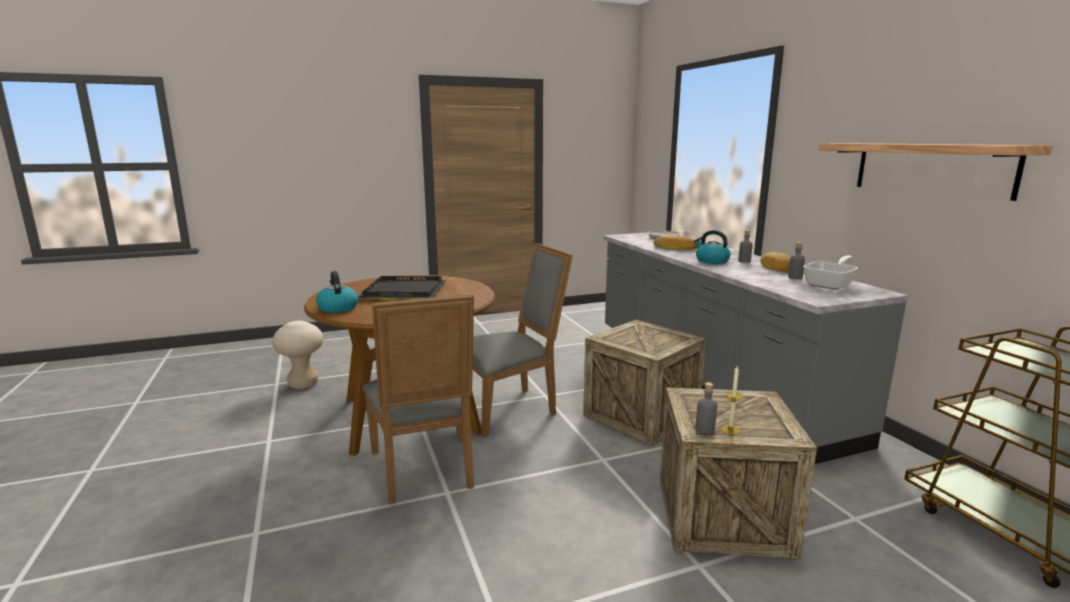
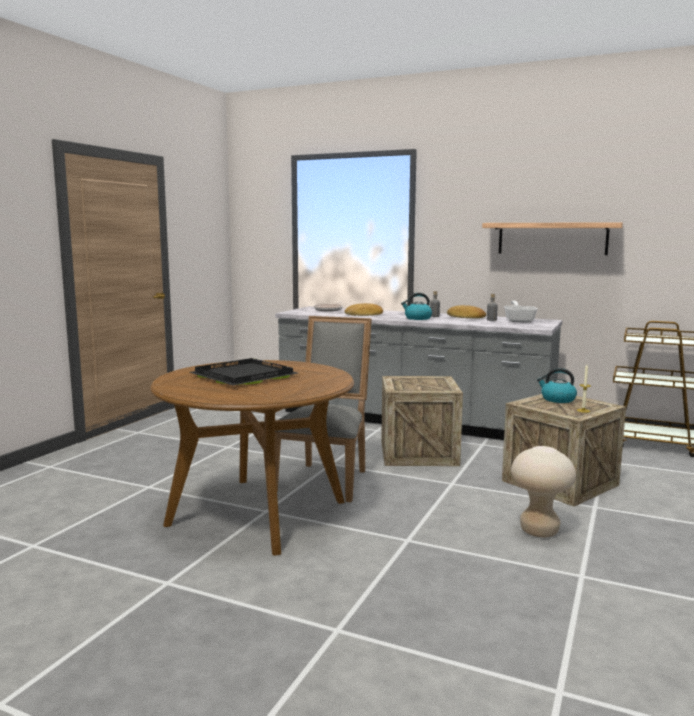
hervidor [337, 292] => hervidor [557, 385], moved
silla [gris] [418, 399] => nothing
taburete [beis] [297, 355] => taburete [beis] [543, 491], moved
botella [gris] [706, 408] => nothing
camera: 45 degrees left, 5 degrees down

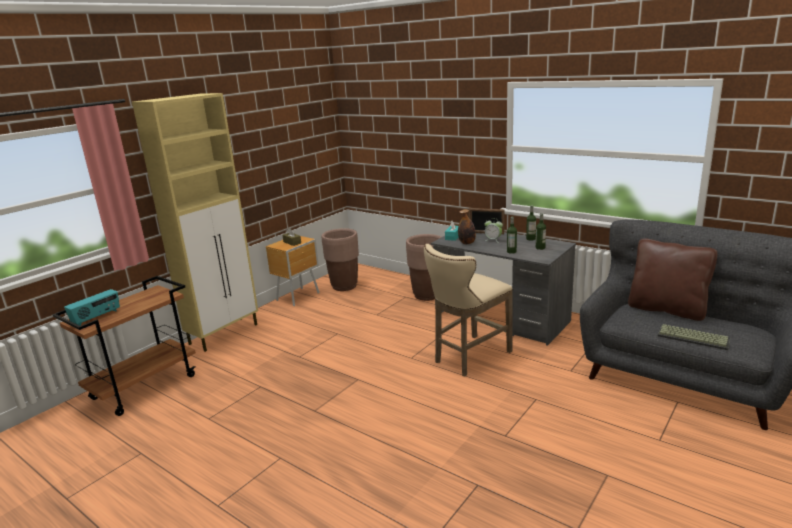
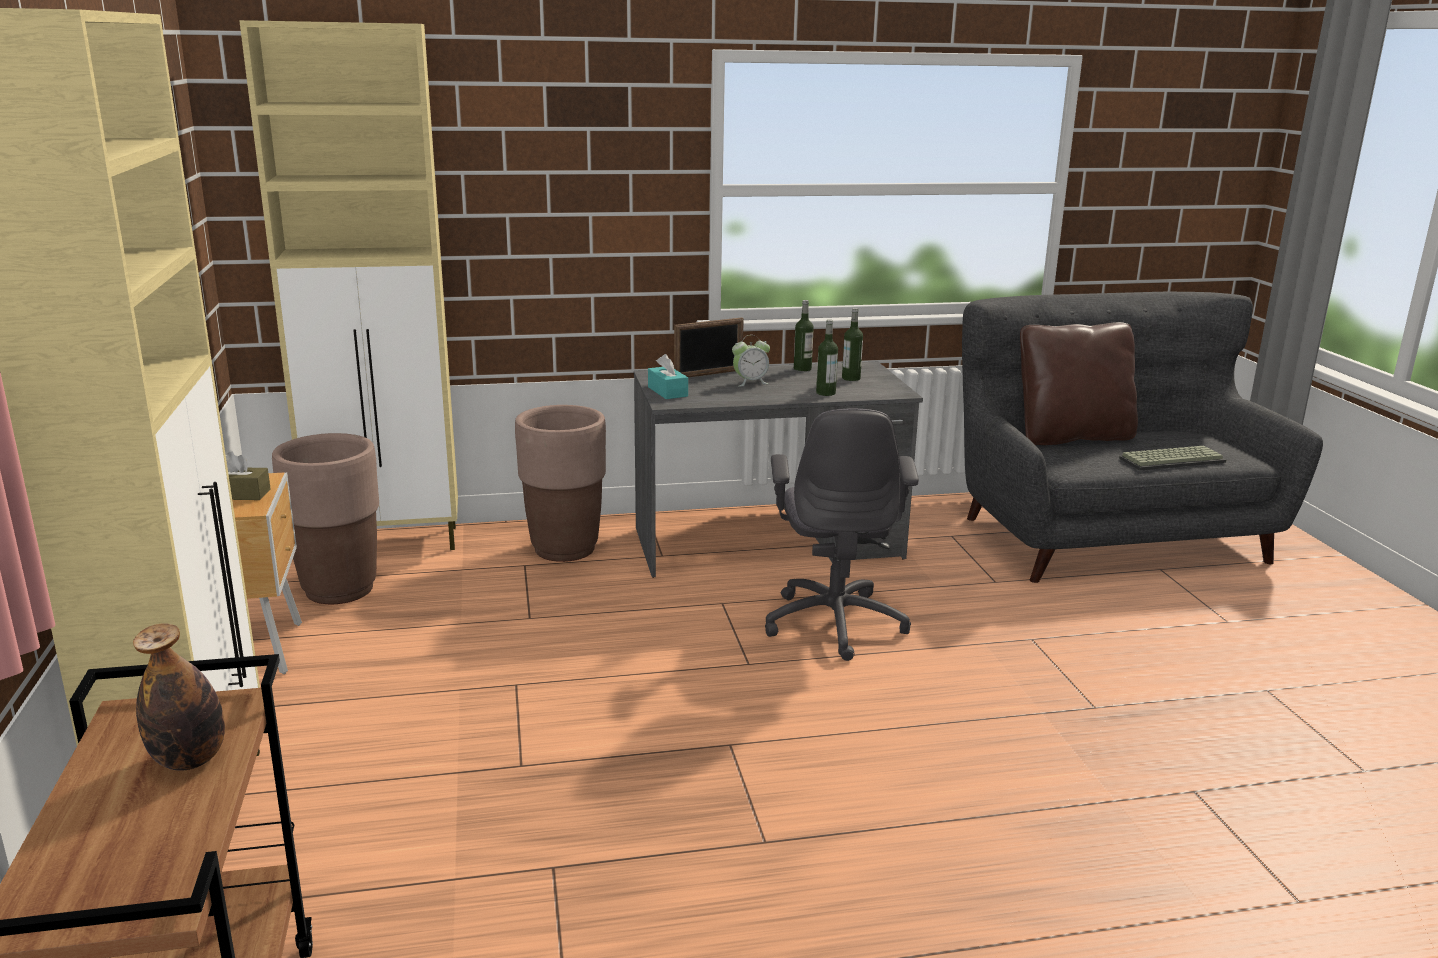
botella [467, 226] => botella [179, 696], moved
taburete [beis] [468, 310] => silla de oficina [gris] [842, 535]
radio [92, 307] => nothing
nothing => armario [beis] [348, 285]
camera: 50 degrees left, 0 degrees up

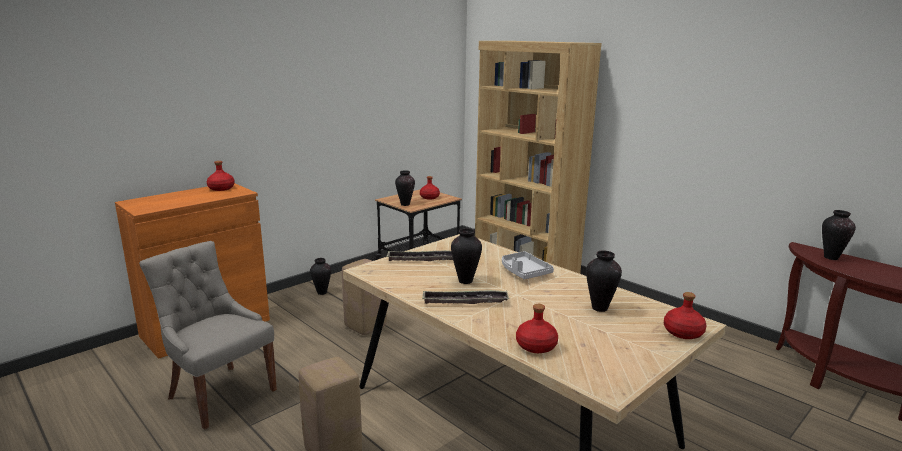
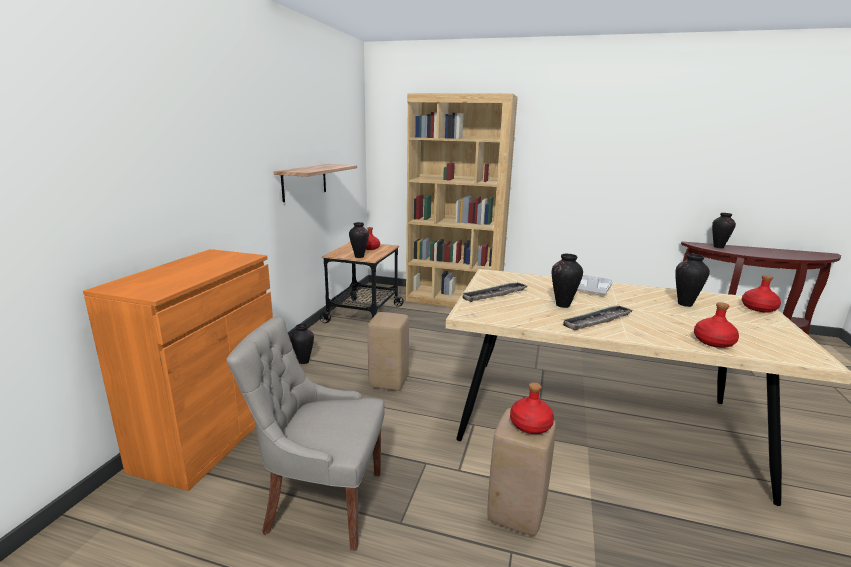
botella [rojo] [221, 176] => botella [rojo] [532, 408], moved
nothing => estante [315, 183]
camera: 30 degrees left, 0 degrees up

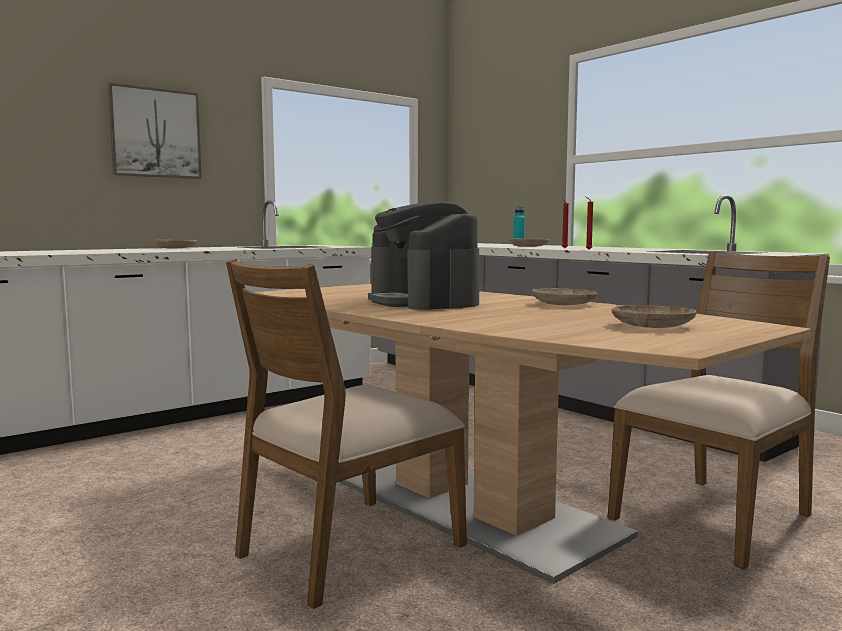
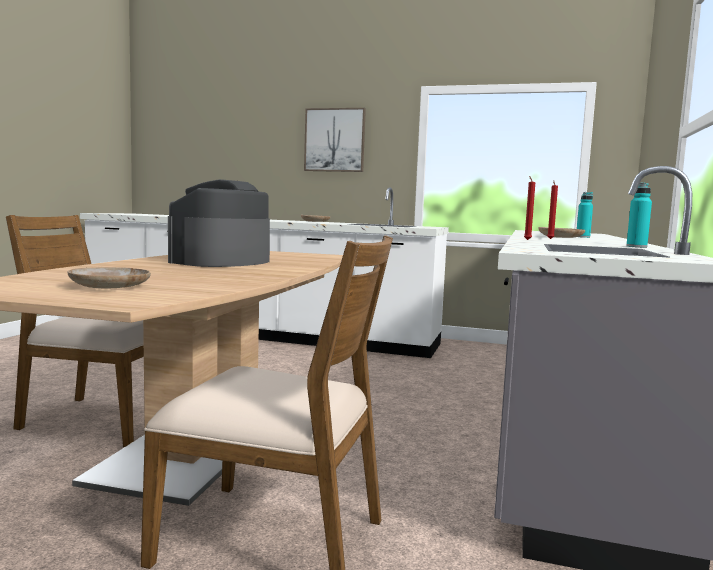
plato [beis] [564, 296] => nothing
nothing => botella [turquesa] [639, 215]
camera: 55 degrees right, 0 degrees up

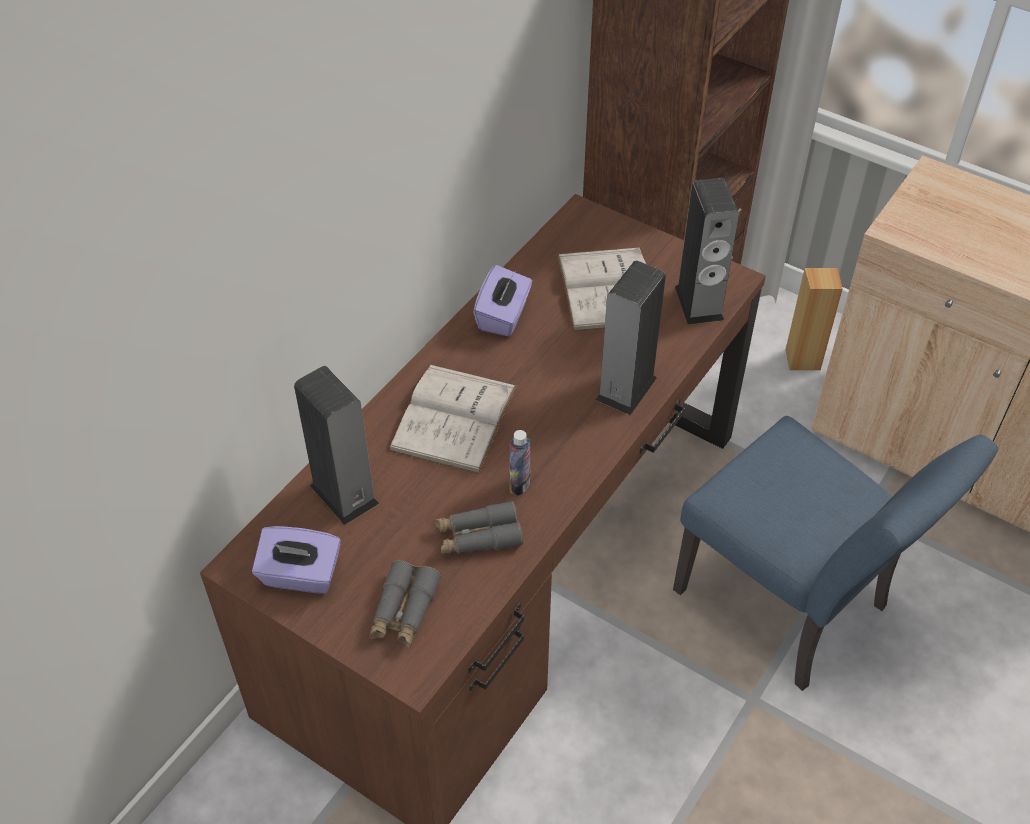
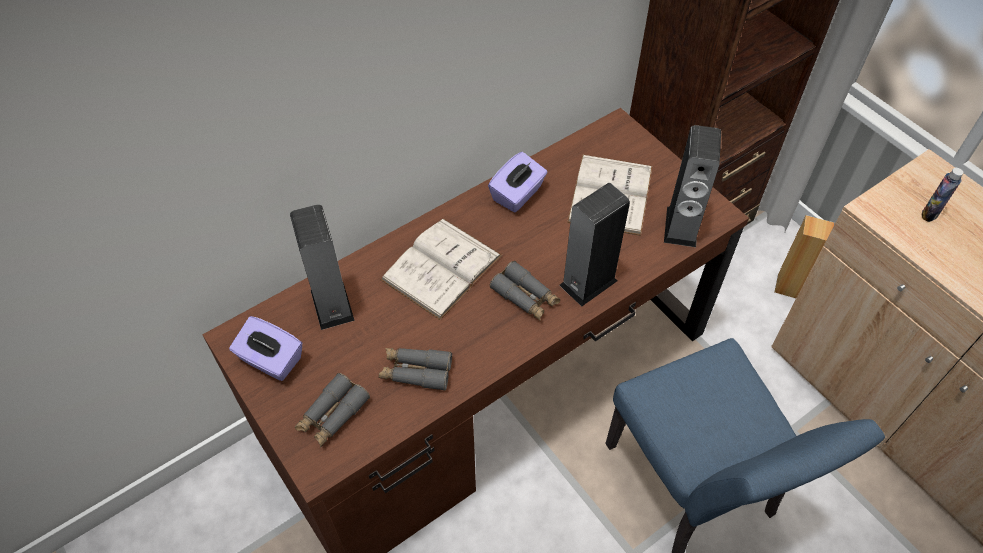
botella [520, 463] => botella [943, 195], moved
nothing => prismáticos [gris] [525, 291]
camera: 20 degrees right, 5 degrees up

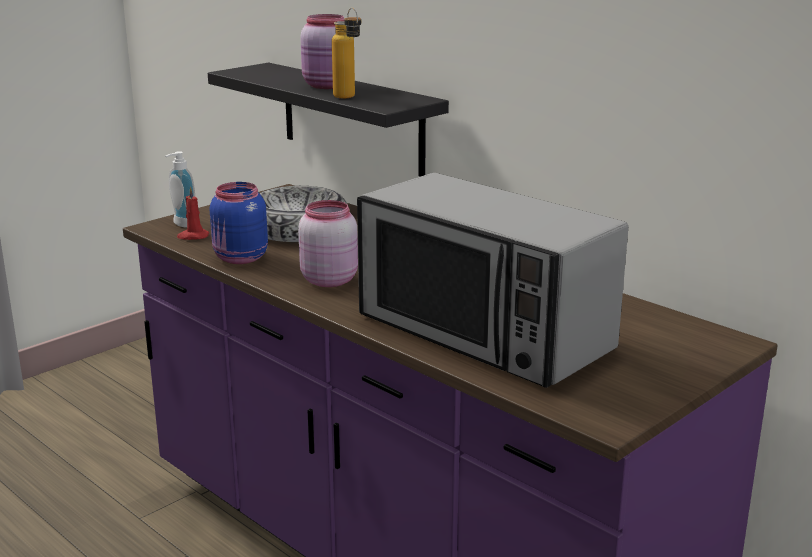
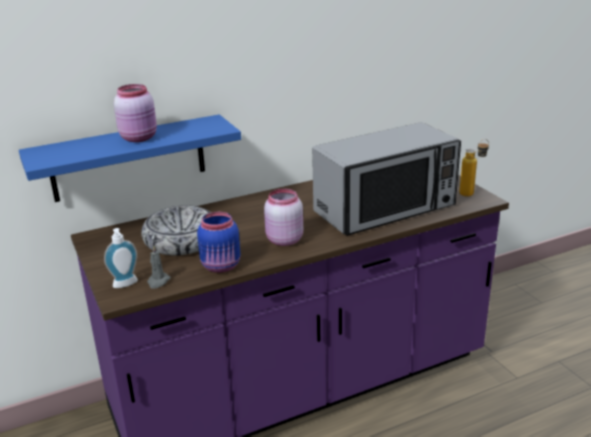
botella [346, 53] => botella [474, 167], moved
estante [negro] [328, 119] => estante [azul] [130, 158]
vela [rojo] [193, 213] => vela [gris] [159, 267]
camera: 70 degrees left, 5 degrees up

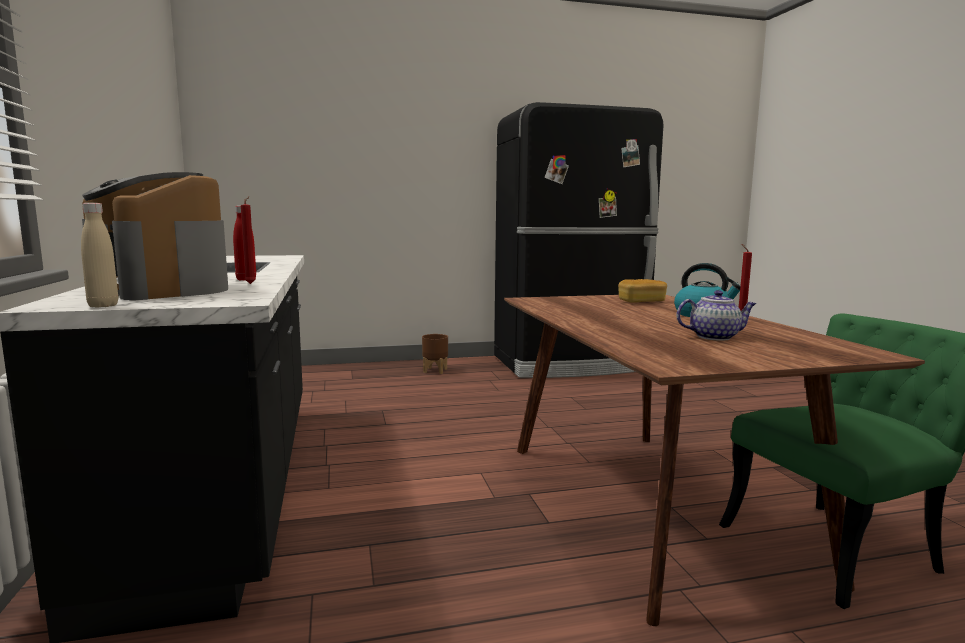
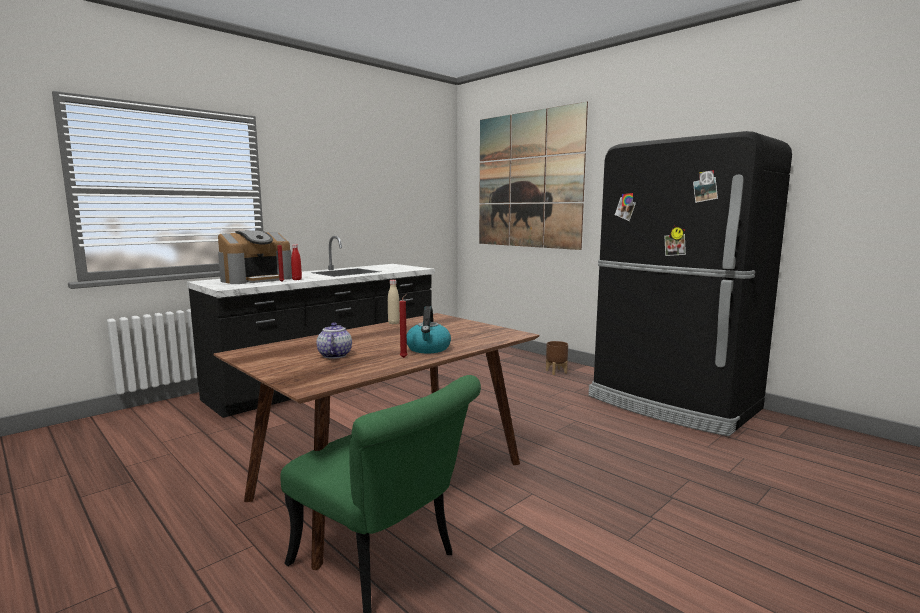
cafetera [155, 236] => cafetera [255, 257], 150 degrees counterclockwise
botella [beis] [99, 255] => botella [beis] [394, 302], moved
pan [642, 291] => nothing
tetera [716, 315] => tetera [334, 340], 150 degrees counterclockwise
nothing => cuadro [533, 176]
camera: 60 degrees right, 0 degrees up

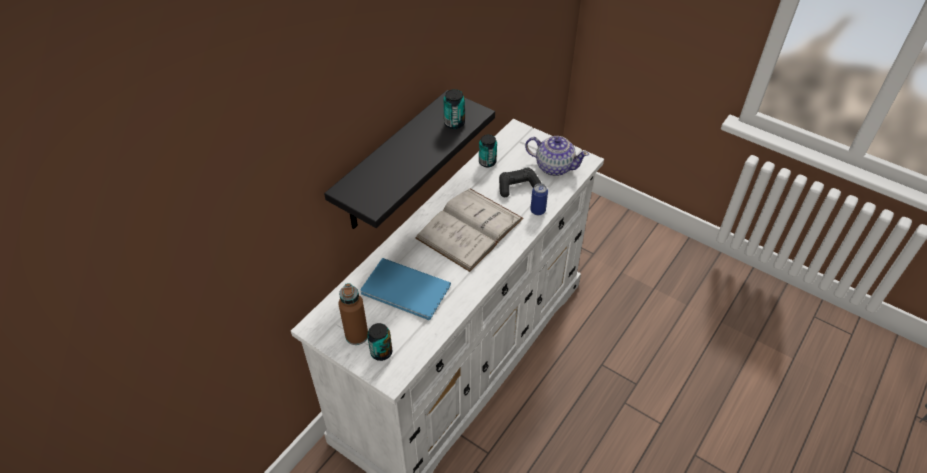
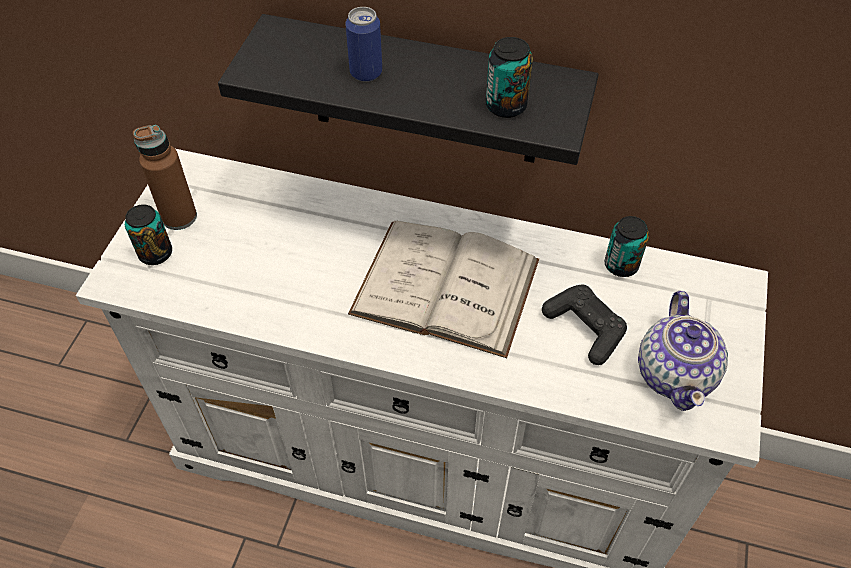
lata [539, 199] => lata [363, 44], moved
libro [azul] [405, 289] => nothing
camera: 70 degrees right, 5 degrees up

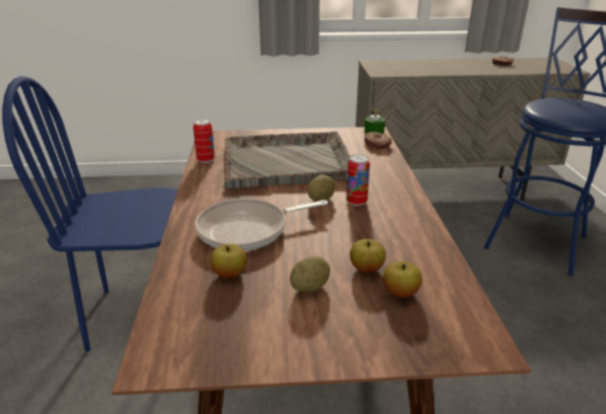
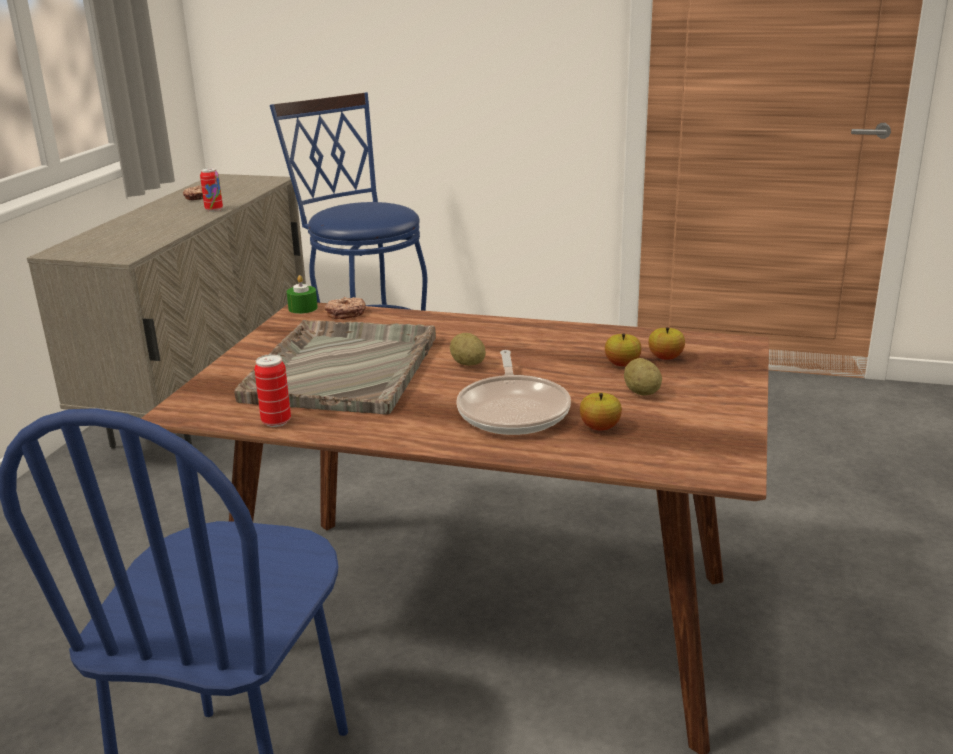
lata [358, 180] => lata [211, 190], moved
camera: 70 degrees left, 5 degrees down

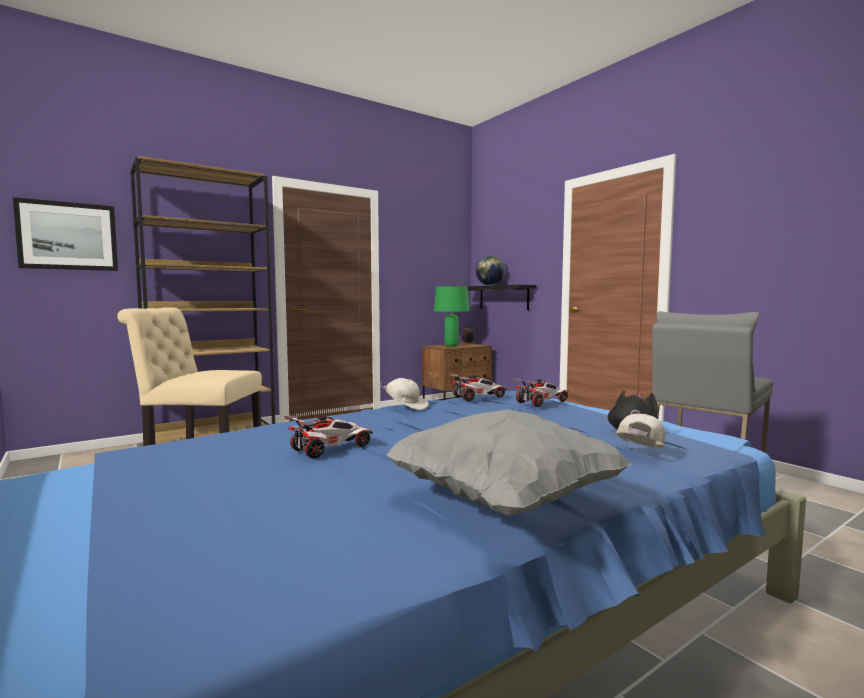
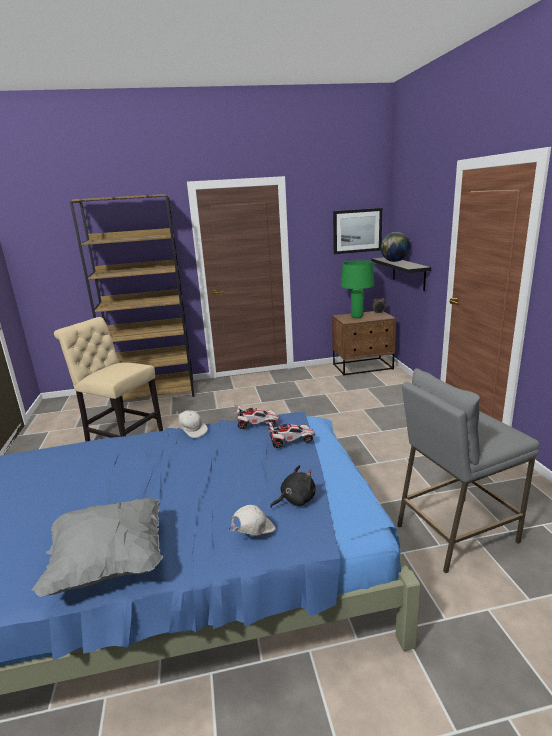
cuadro [65, 234] => cuadro [357, 231], moved
coche de juguete [328, 437] => nothing
camera: 25 degrees right, 15 degrees up

